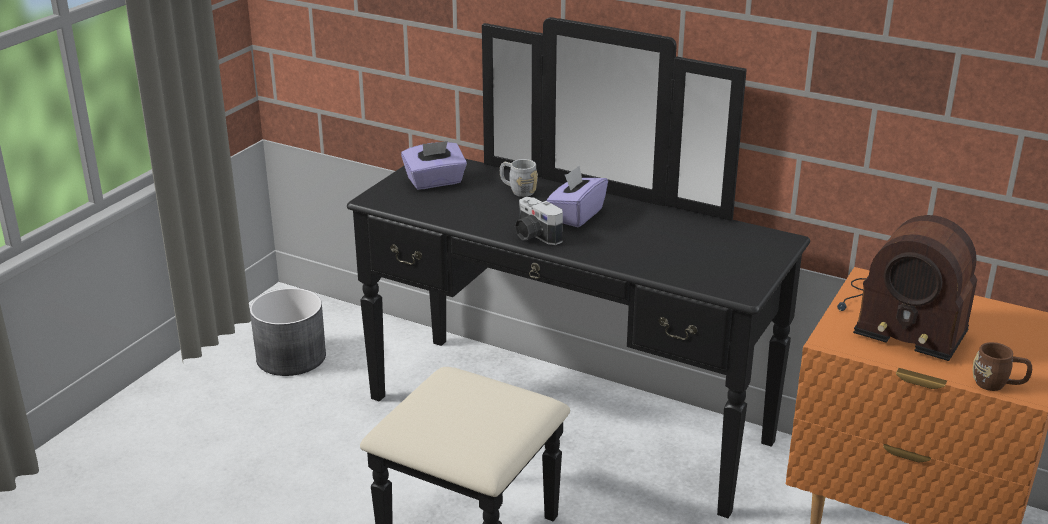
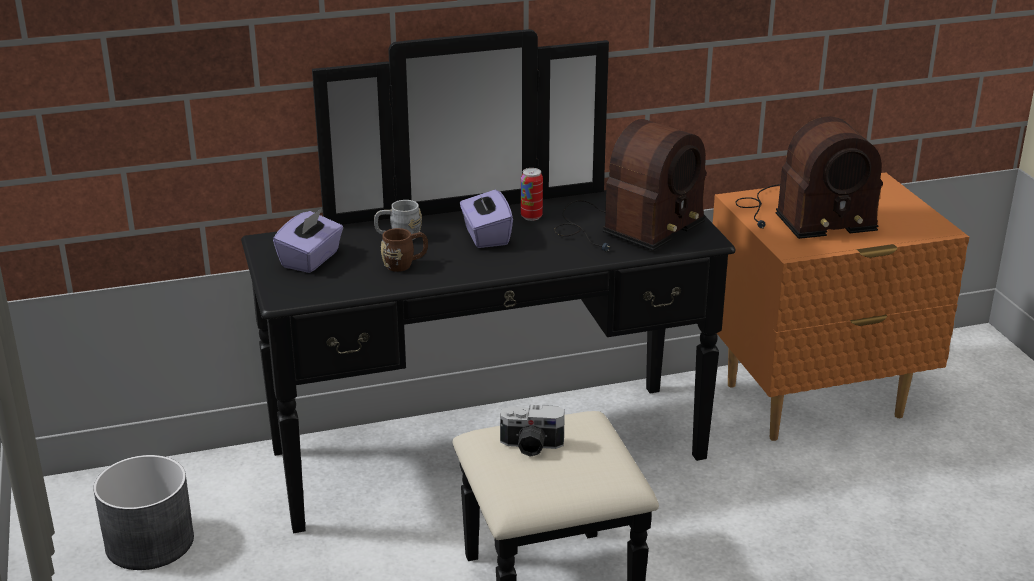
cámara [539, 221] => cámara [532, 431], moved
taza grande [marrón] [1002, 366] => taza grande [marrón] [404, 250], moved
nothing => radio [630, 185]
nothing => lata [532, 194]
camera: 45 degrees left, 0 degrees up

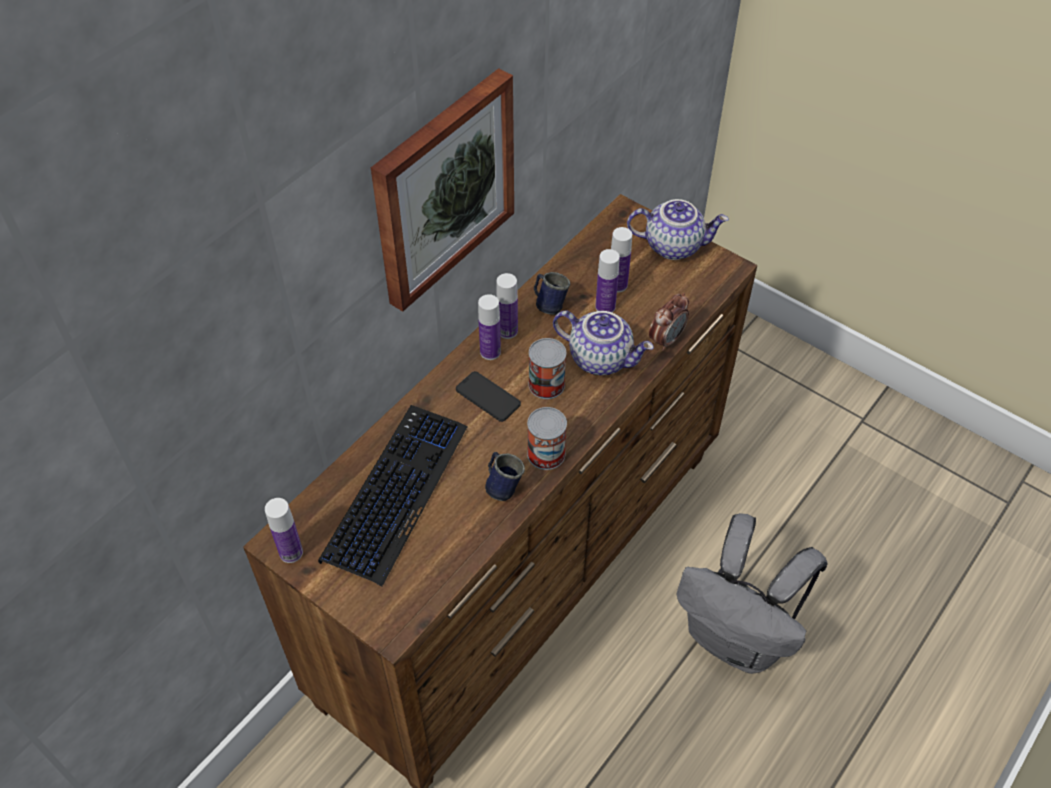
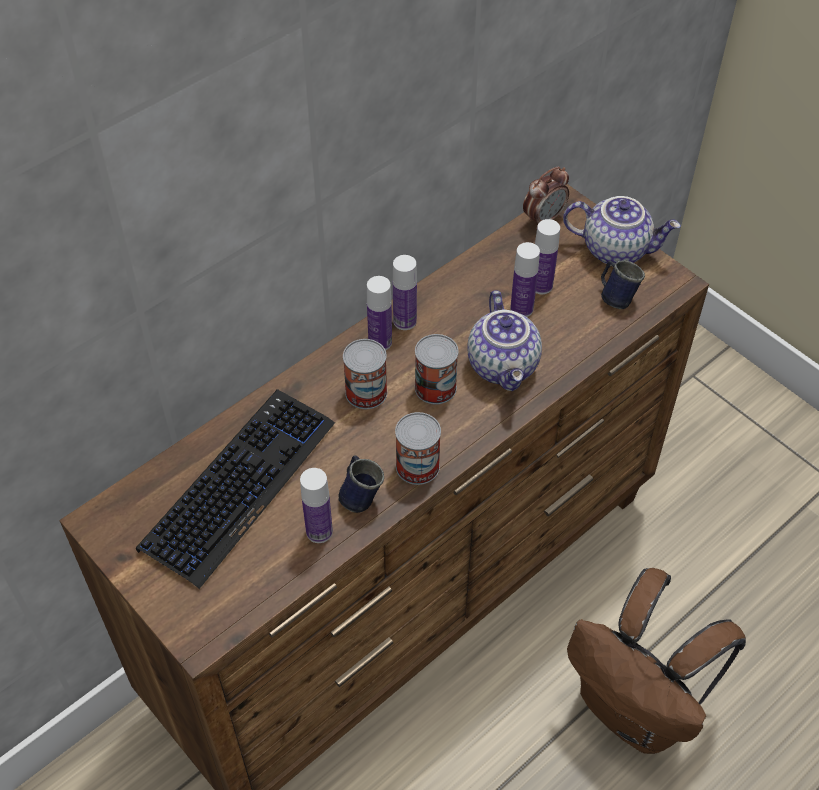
cuadro [442, 190] => nothing
taza grande [azul] [552, 293] => taza grande [azul] [623, 284], moved
despertador [669, 322] => despertador [546, 198], moved
tetera [603, 342] => tetera [504, 340], 45 degrees clockwise
móvil [488, 396] => lata [365, 374]
botella [284, 530] => botella [316, 505], moved
mochila [gris] [752, 593] => mochila [marrón] [656, 661]
camera: 10 degrees right, 0 degrees up

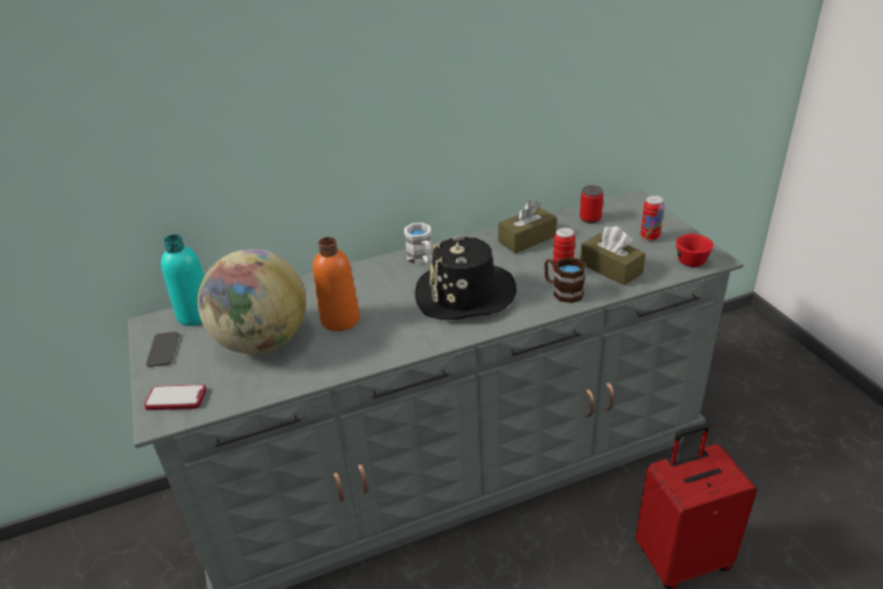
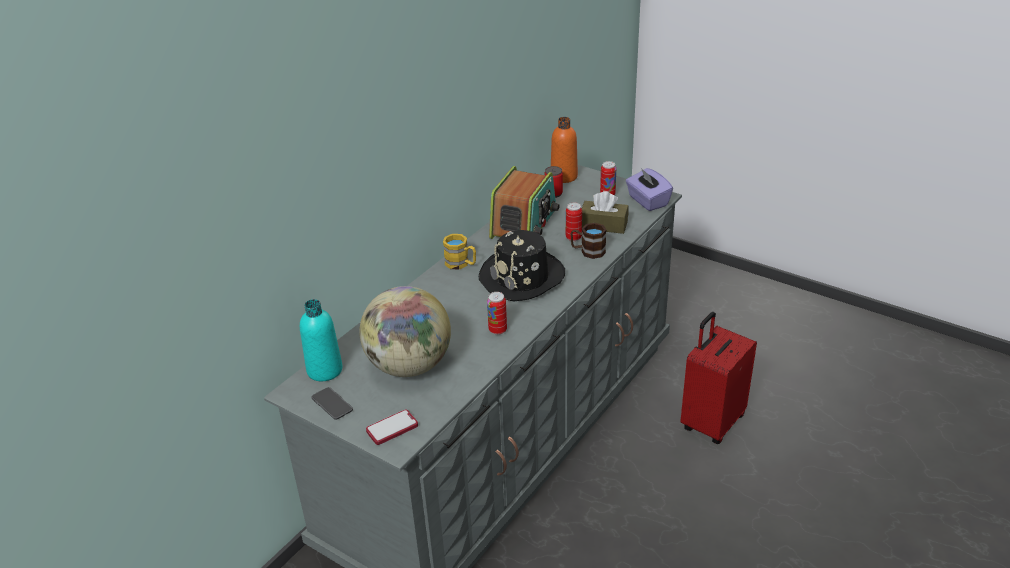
caja de pañuelos [marrón] [527, 227] => radio [524, 202]
taza grande [blanco] [418, 243] => taza grande [amarillo] [459, 252]
taza [rojo] [694, 250] => caja de pañuelos [morado] [649, 189]
botella [naranja] [336, 284] => botella [naranja] [564, 150], moved
nothing => lata [497, 313]
camera: 35 degrees left, 0 degrees up

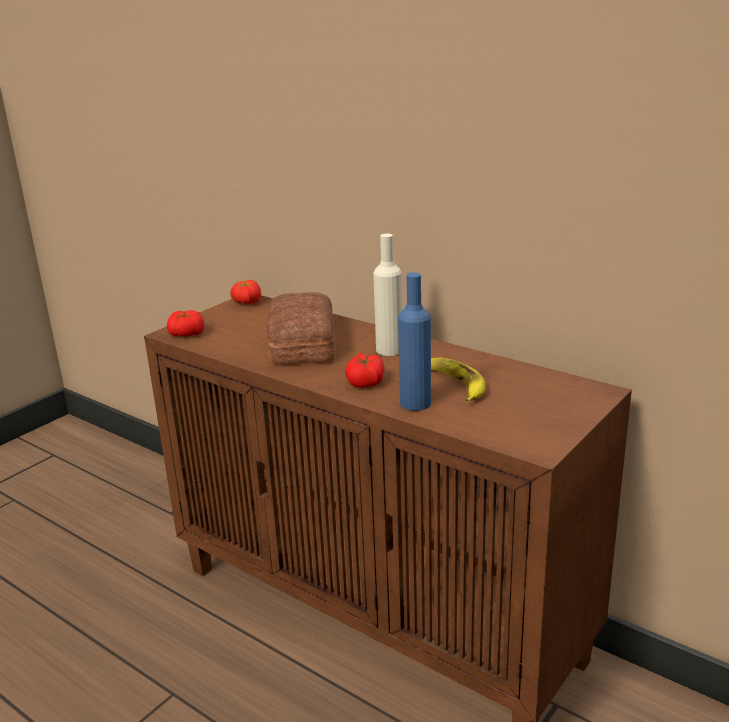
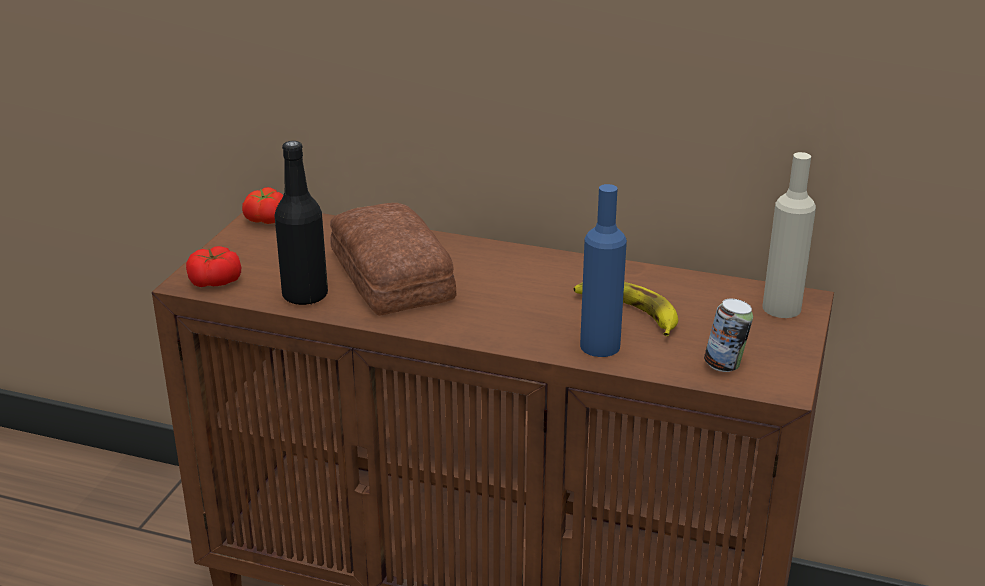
botella [beis] [388, 295] => botella [beis] [789, 235], moved
tomate [365, 370] => nothing
nothing => botella [negro] [301, 223]
nothing => lata [728, 335]
camera: 20 degrees left, 5 degrees up

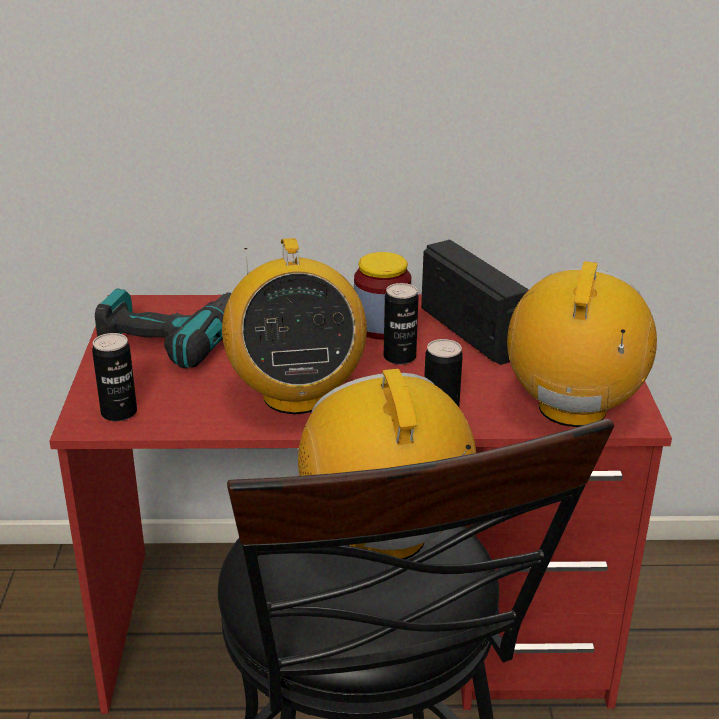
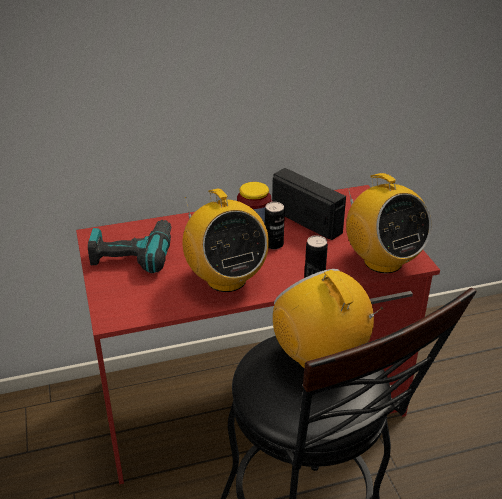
radio [582, 344] => radio [389, 223], 150 degrees clockwise
lata [114, 377] => nothing
camera: 15 degrees left, 5 degrees up

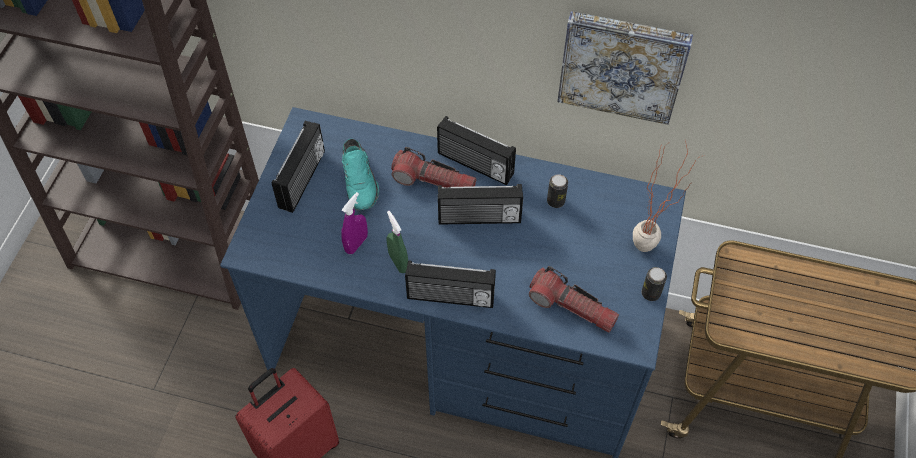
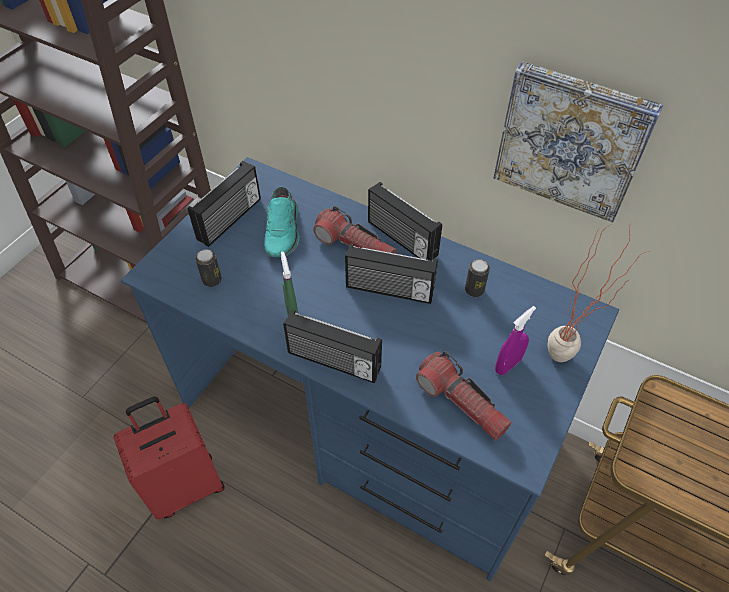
pulverizador [morado] [354, 223] => pulverizador [morado] [515, 340], moved
lata [654, 284] => lata [208, 268], moved
camera: 15 degrees right, 5 degrees down

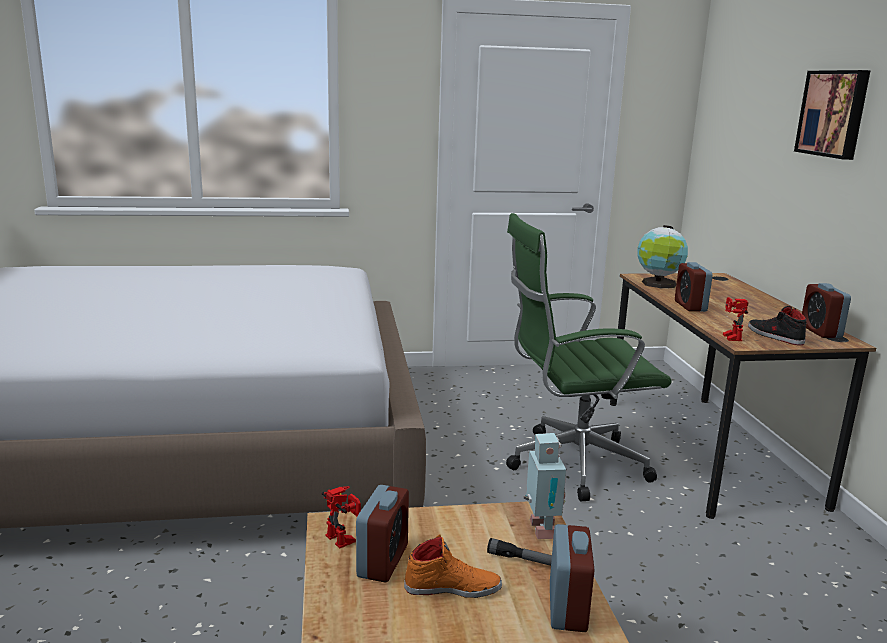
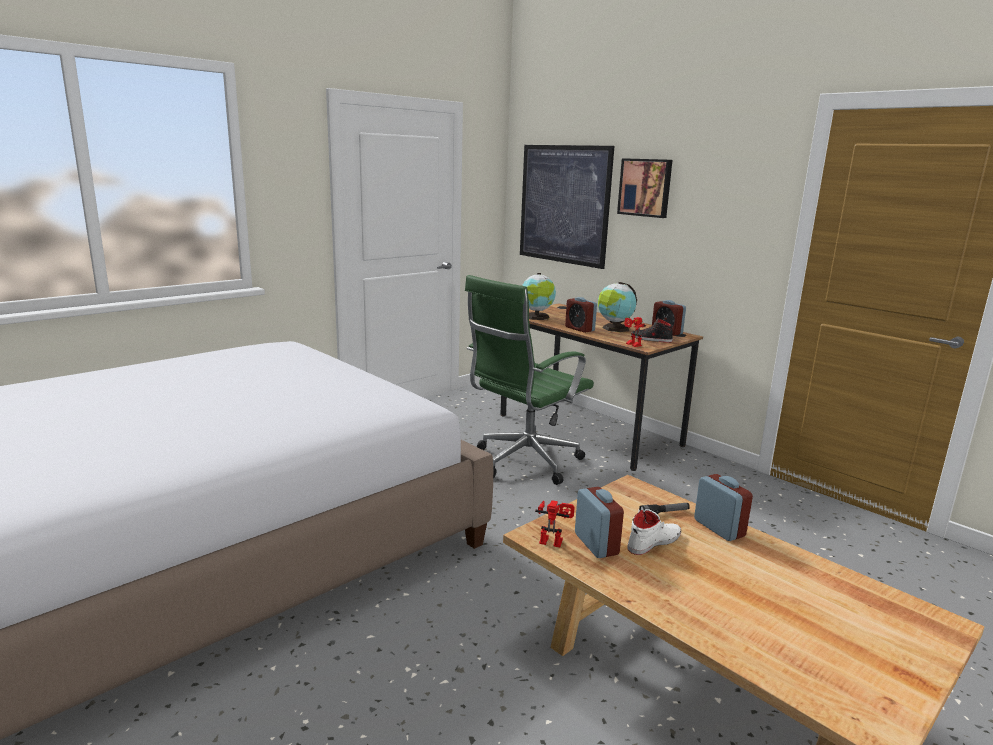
robot de juguete [545, 486] => nothing
zapato [naranja] [453, 566] => zapato [blanco] [654, 532]
nothing => cuadro [567, 207]
nothing => globo terráqueo [617, 307]
camera: 35 degrees left, 0 degrees up

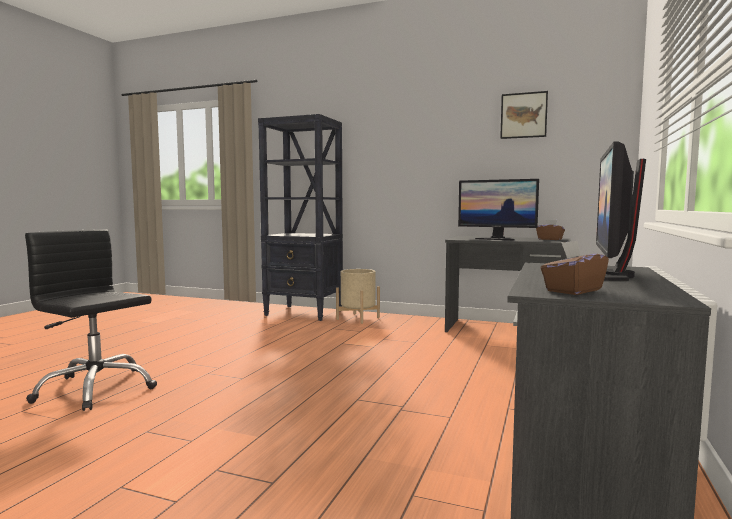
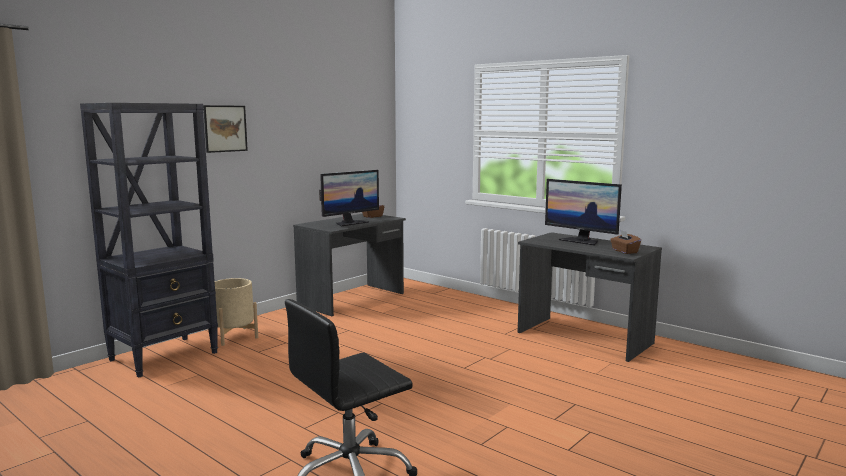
cuadro [524, 115] => cuadro [225, 129], moved
camera: 70 degrees left, 5 degrees up

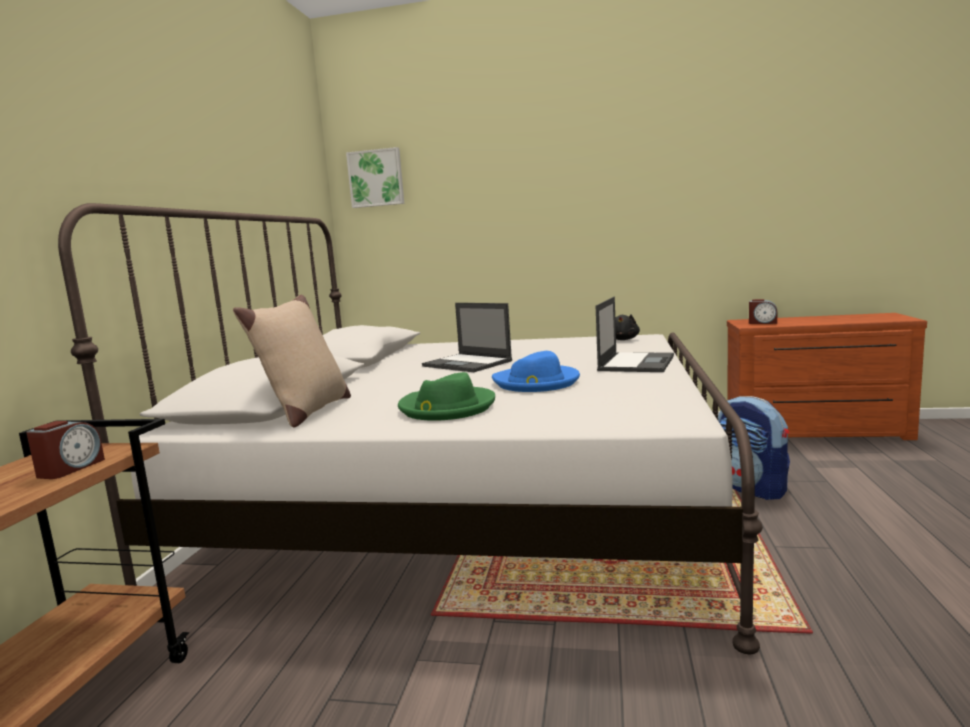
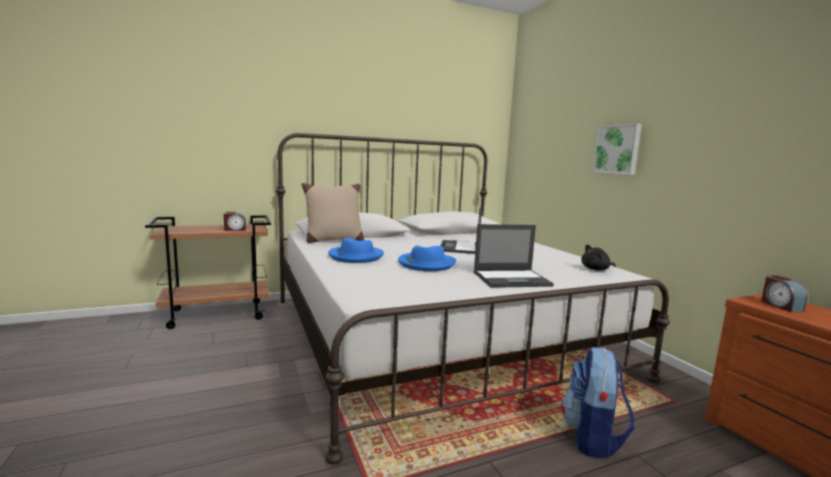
cuadro [375, 177] => cuadro [617, 149], moved
sombrero [verde] [446, 396] => sombrero [azul] [356, 250]
camera: 55 degrees right, 0 degrees up

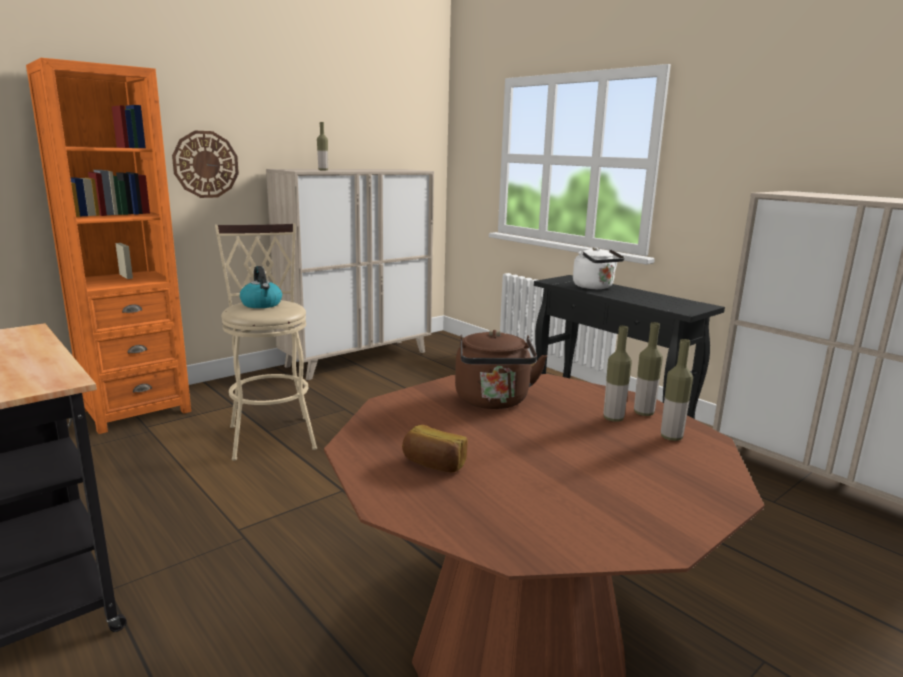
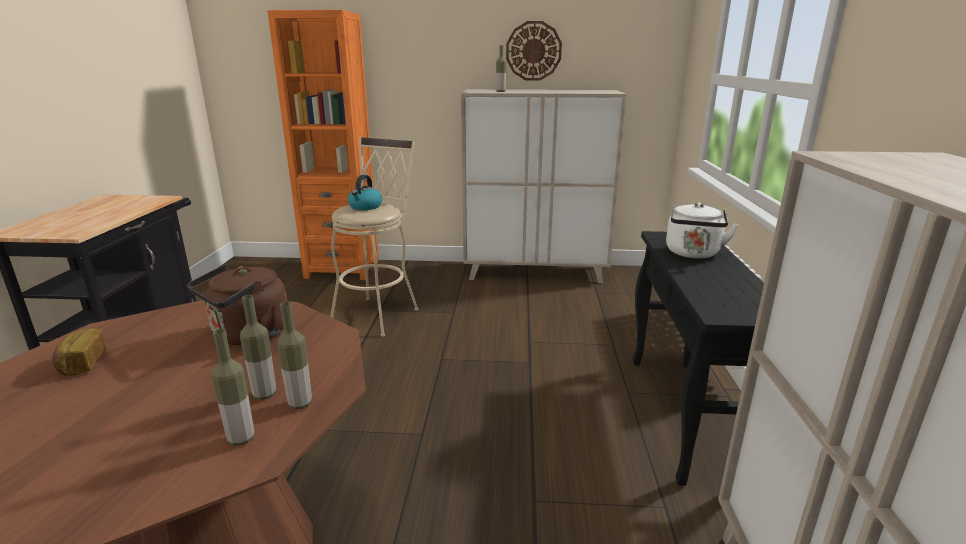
reloj de pared [205, 164] => reloj de pared [534, 51], moved
camera: 45 degrees right, 5 degrees up

